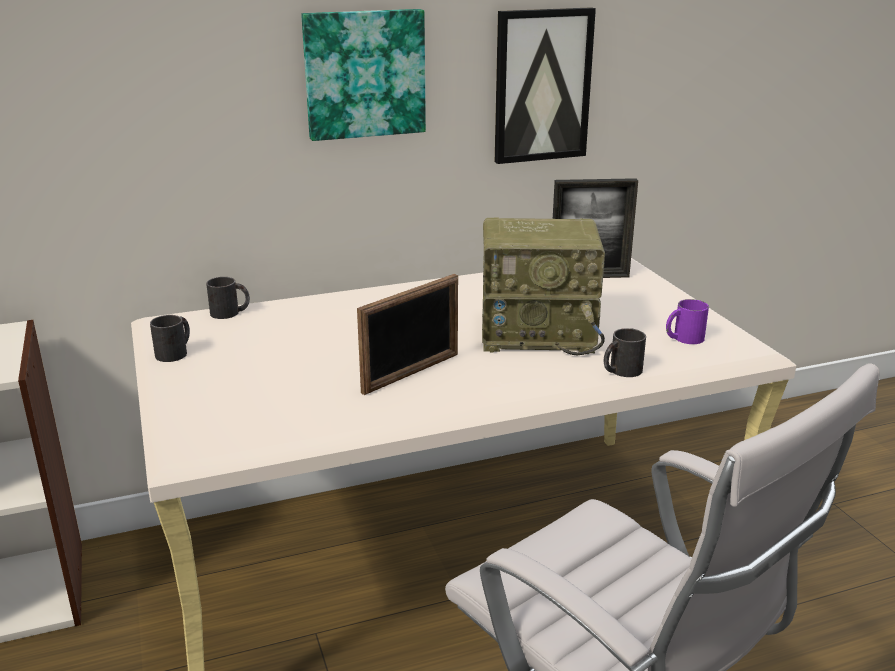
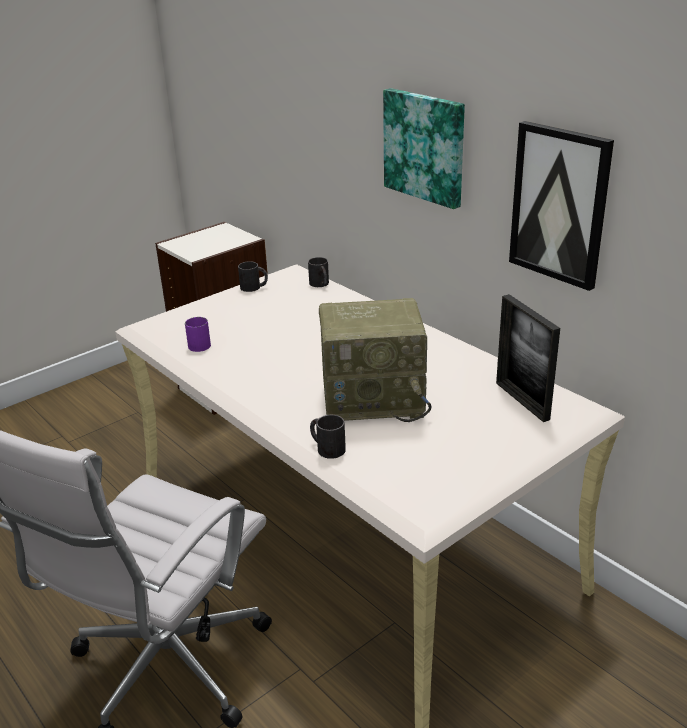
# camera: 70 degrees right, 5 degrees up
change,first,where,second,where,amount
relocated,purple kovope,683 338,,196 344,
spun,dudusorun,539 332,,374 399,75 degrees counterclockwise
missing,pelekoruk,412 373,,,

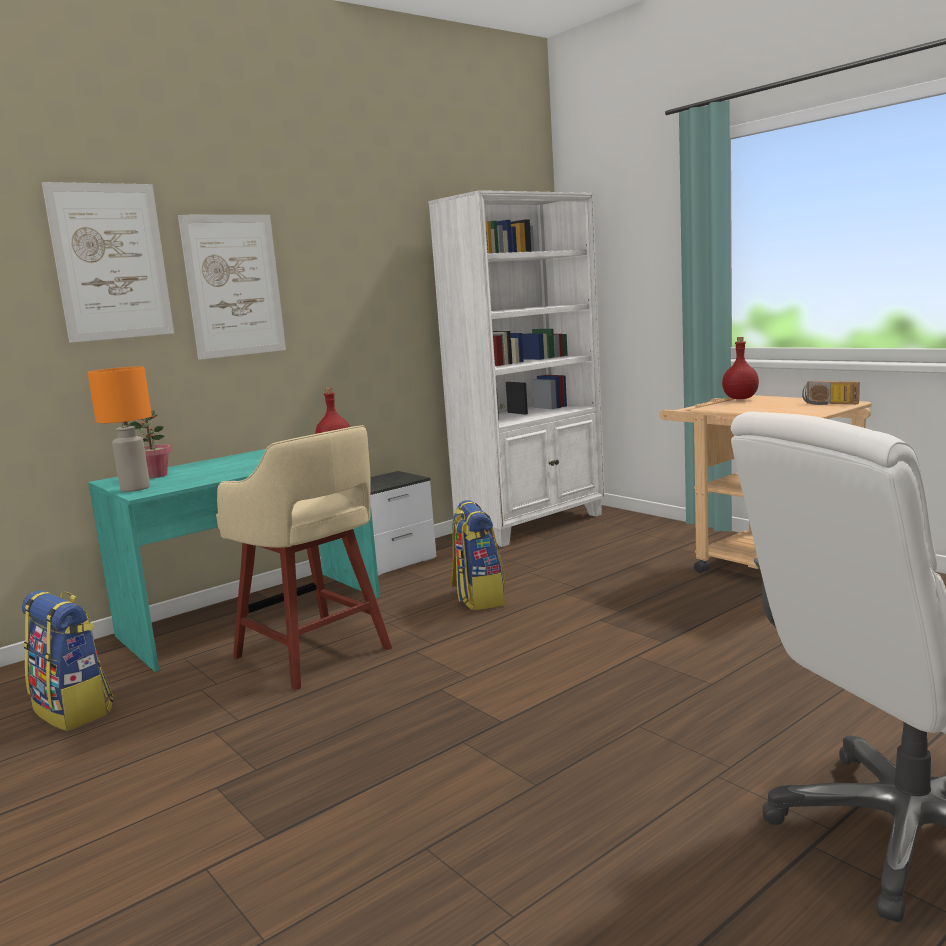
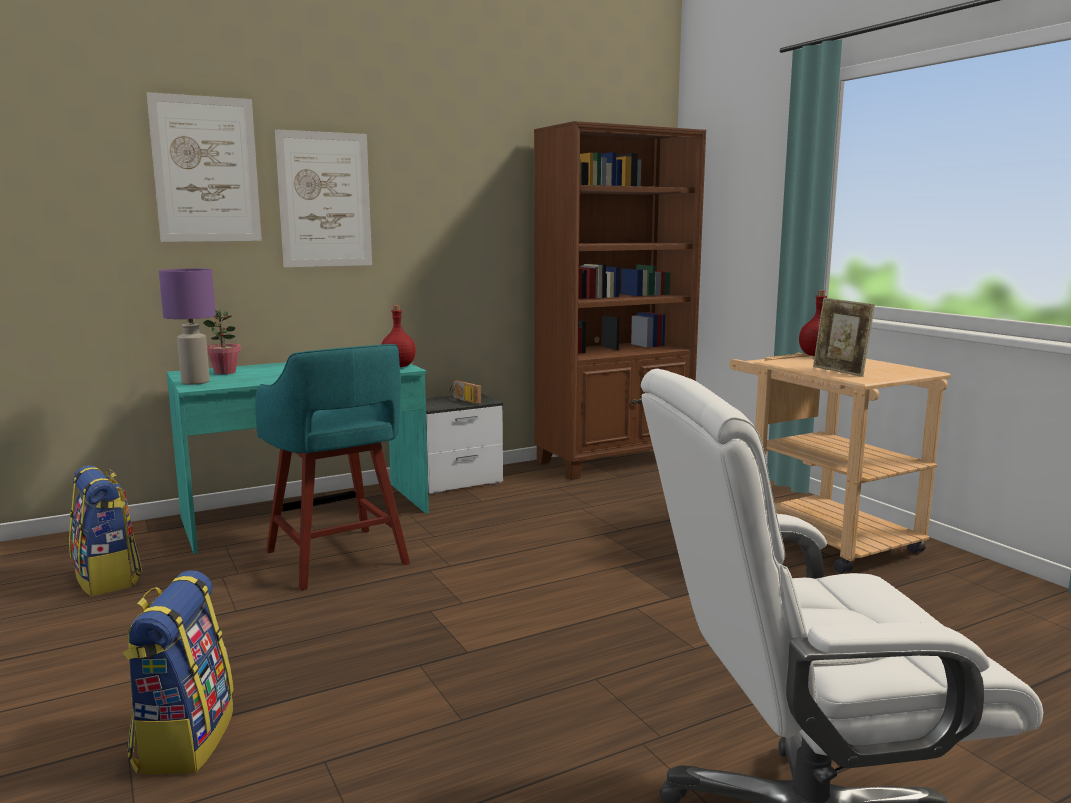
# camera: 10 degrees right, 0 degrees up
change,first,where,second,where,amount
relocated,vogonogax,478 598,,184 740,
colour,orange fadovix,134 489,purple fadovix,194 382,
colour,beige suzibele,315 654,turquoise suzibele,338 559,
relocated,dudusorun,829 404,,463 401,
colour,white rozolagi,533 524,brown rozolagi,614 461,
appeared,,,pelekoruk,839 372,

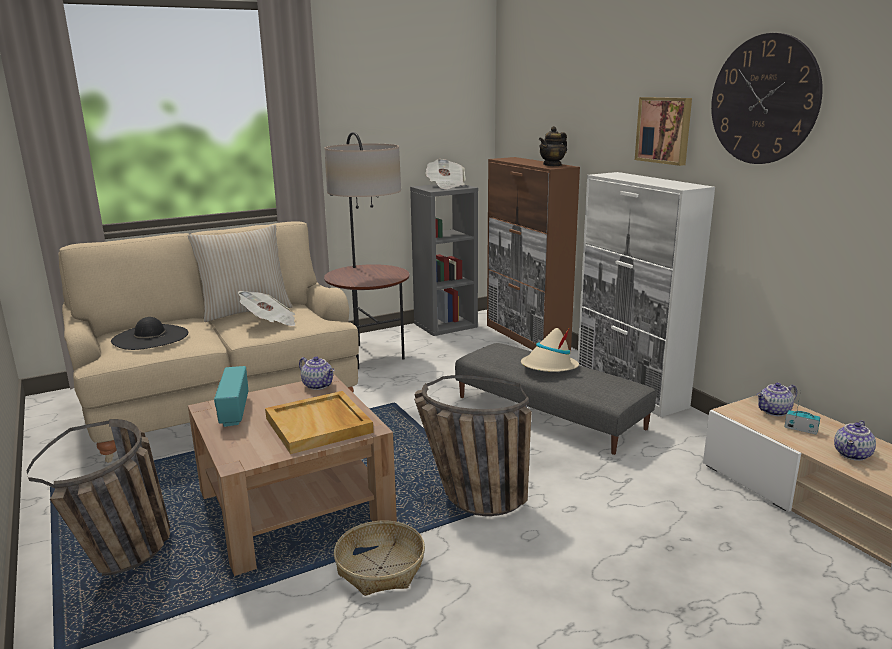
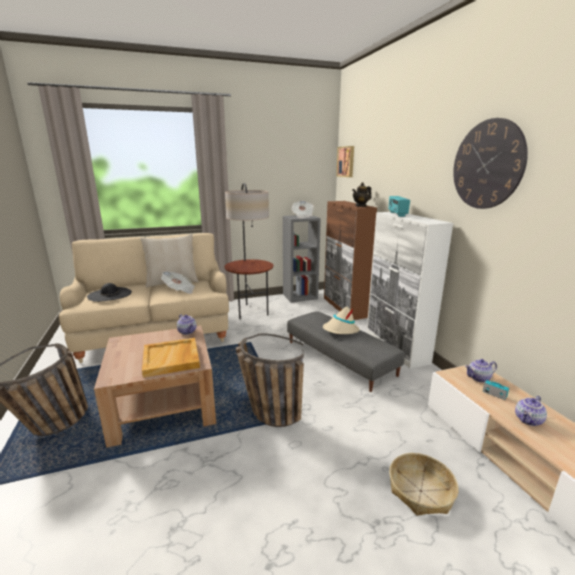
# camera: 10 degrees right, 0 degrees up
change,first,where,second,where,amount
relocated,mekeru,664 130,,346 161,
relocated,dudusorun,233 412,,397 214,
relocated,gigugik,380 568,,420 490,

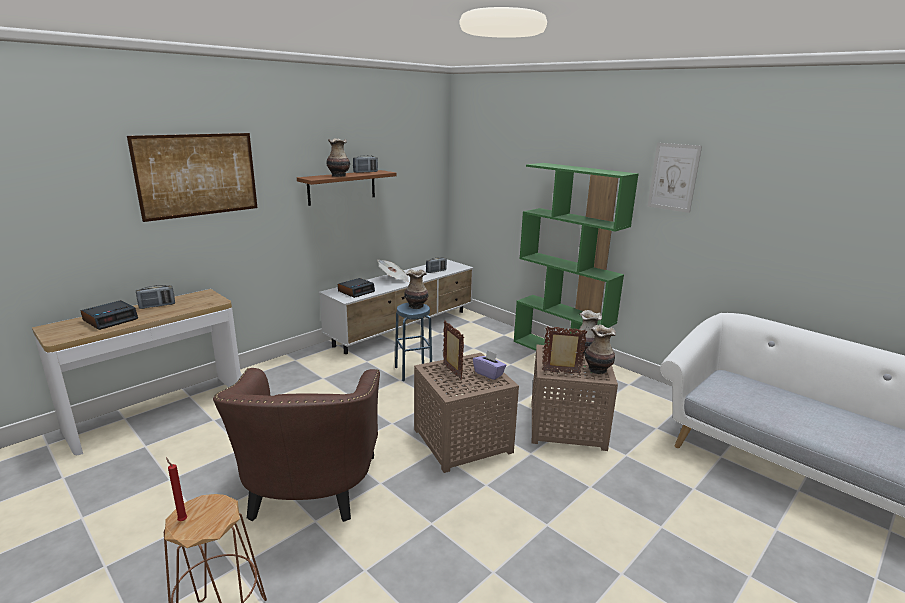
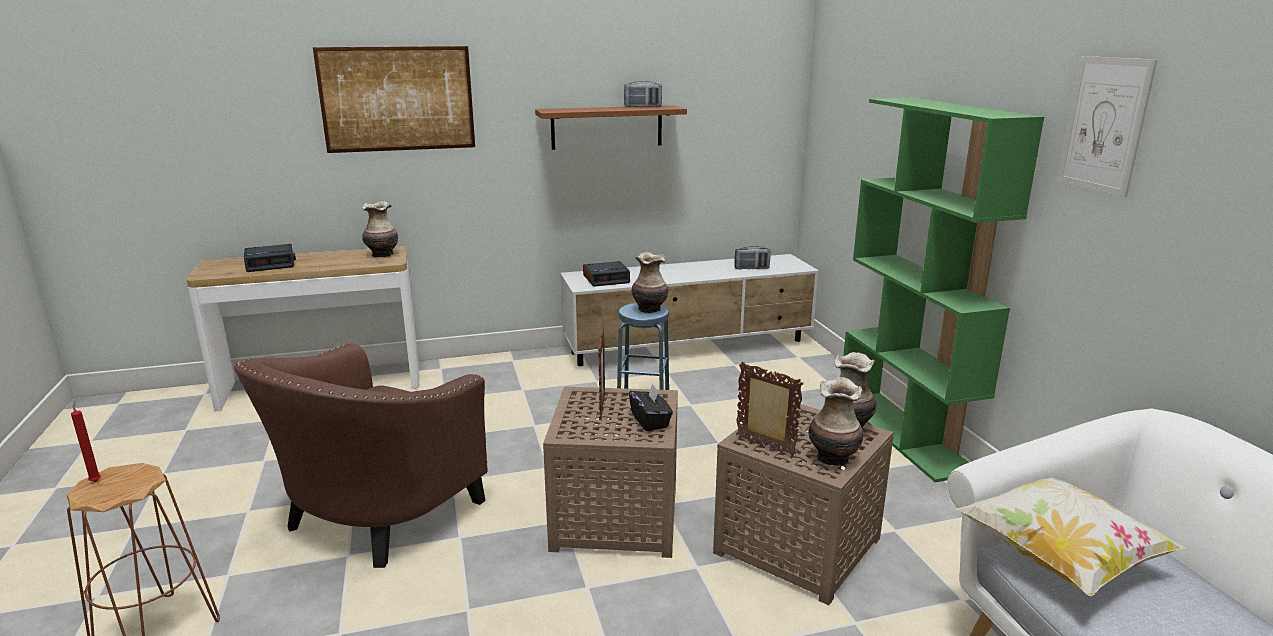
# camera: 30 degrees right, 0 degrees up
change,first,where,second,where,amount
relocated,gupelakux,339 176,,383 254,
colour,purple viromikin,489 373,black viromikin,650 421,
appeared,,,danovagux,1058 559,
missing,dudusorun,157 306,,,
missing,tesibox,394 279,,,

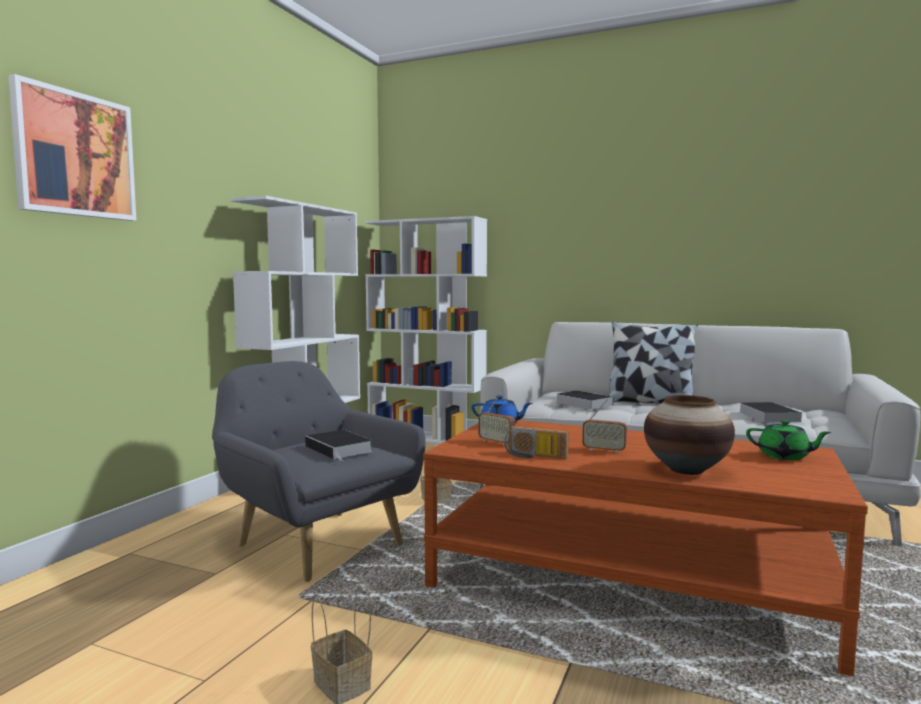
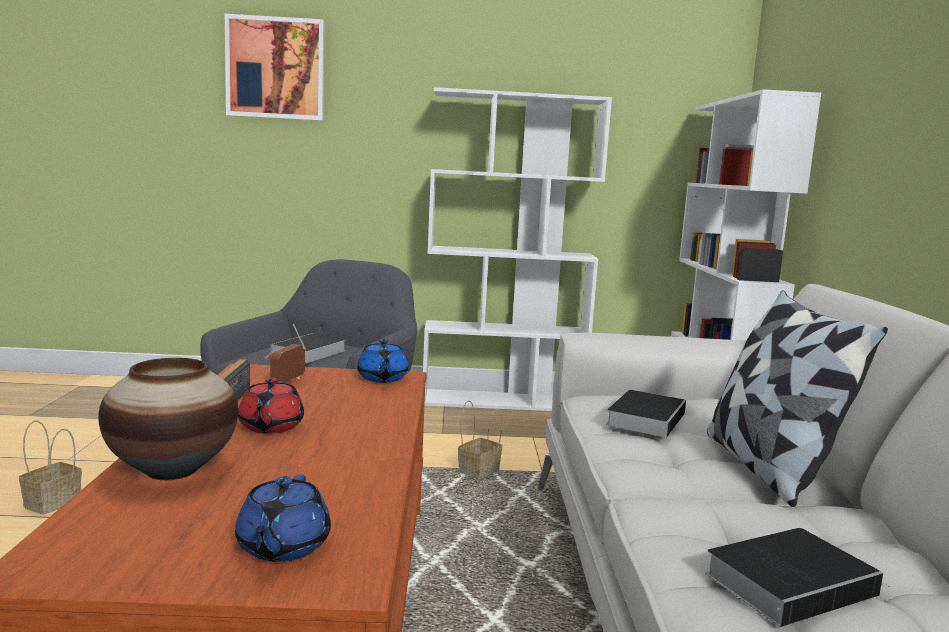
# camera: 65 degrees right, 5 degrees up
change,first,where,second,where,amount
colour,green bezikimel,785 456,blue bezikimel,282 547,
exchanged,dudusorun,604 450,red bezikimel,270 427,

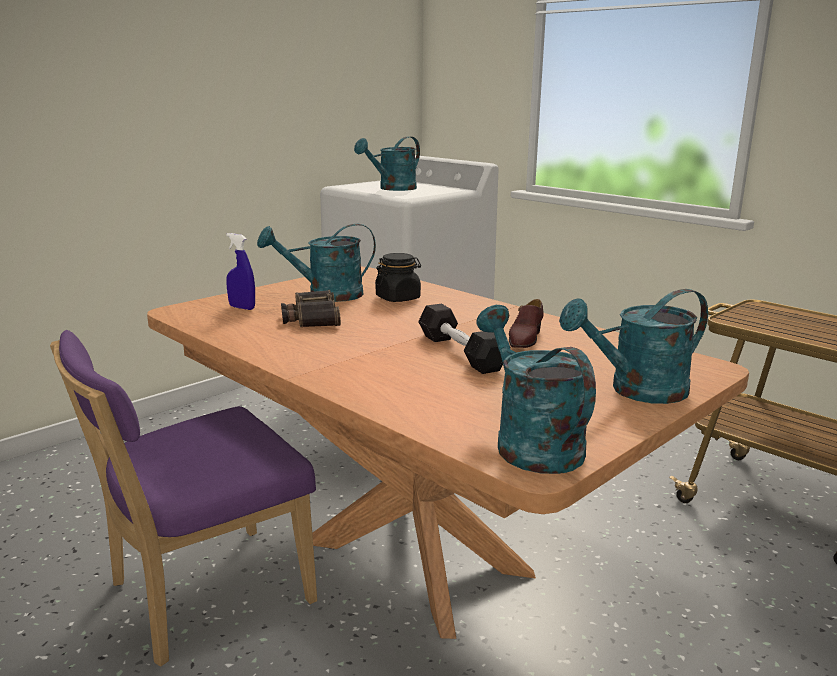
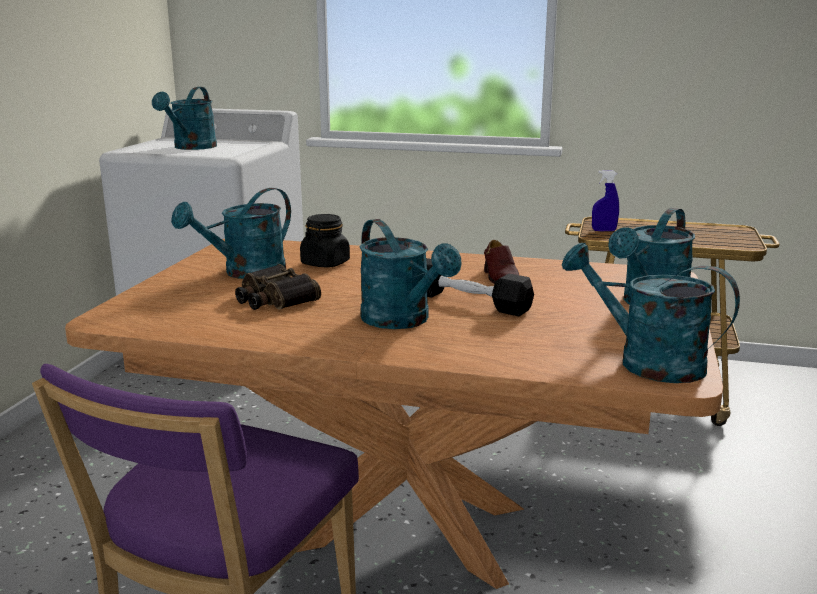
# camera: 30 degrees left, 0 degrees up
change,first,where,second,where,amount
appeared,,,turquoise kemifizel,403 321,
relocated,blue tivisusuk,242 308,,604 230,

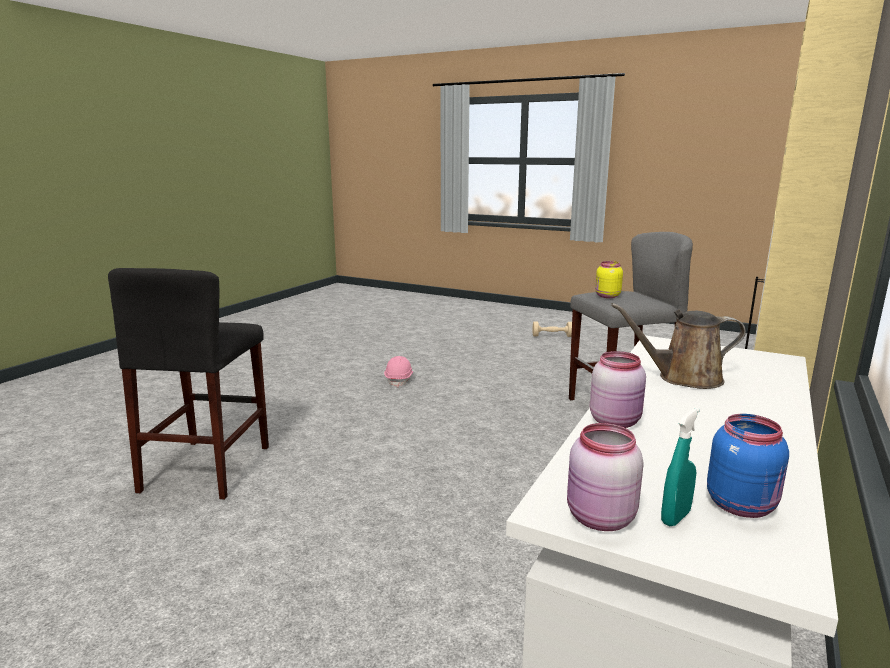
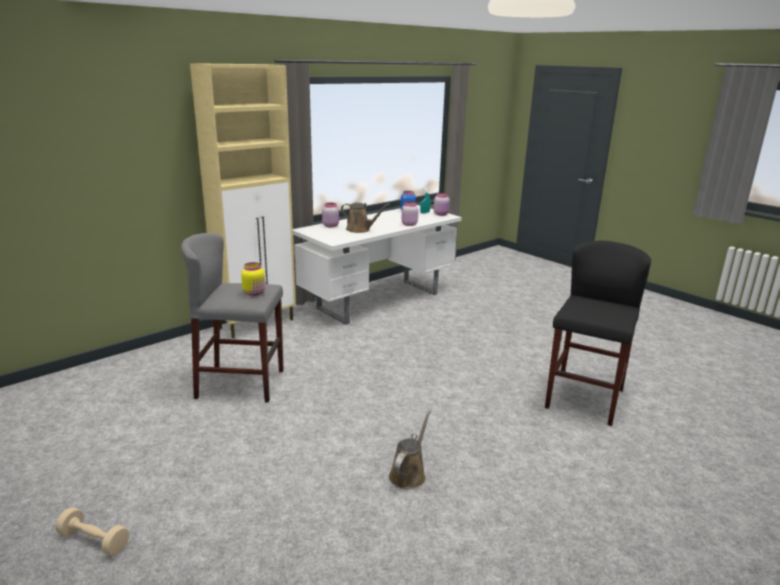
# camera: 160 degrees left, 5 degrees up
change,first,where,second,where,amount
appeared,,,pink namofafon,330 225,
exchanged,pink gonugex,399 380,brown kemifizel,409 474,

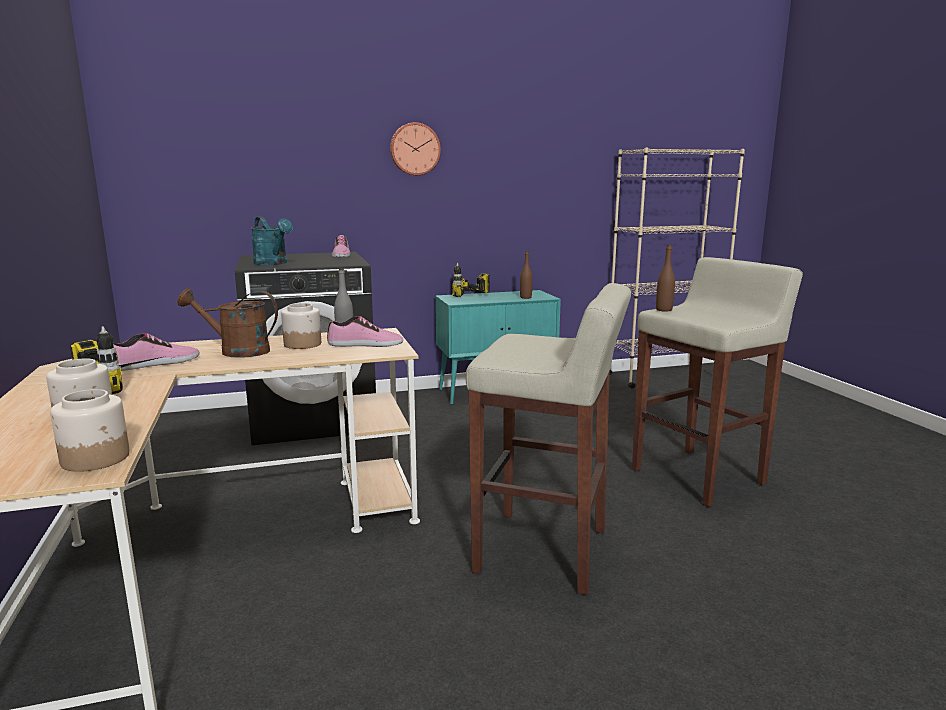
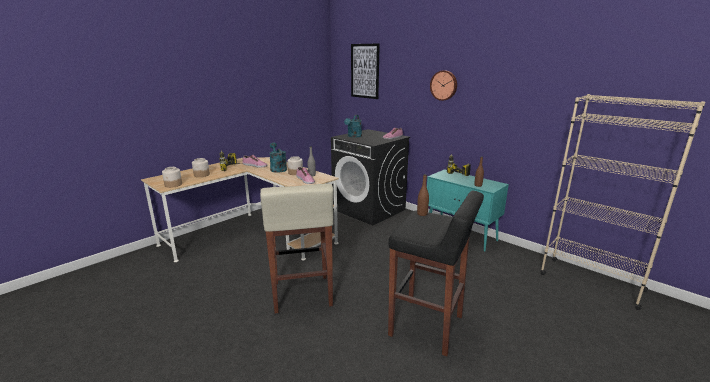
# camera: 60 degrees right, 5 degrees up
change,first,where,second,where,amount
colour,brown kemifizel,236 351,turquoise kemifizel,277 168,
appeared,,,mekeru,365 71,
colour,beige suzibele,699 476,black suzibele,427 326,

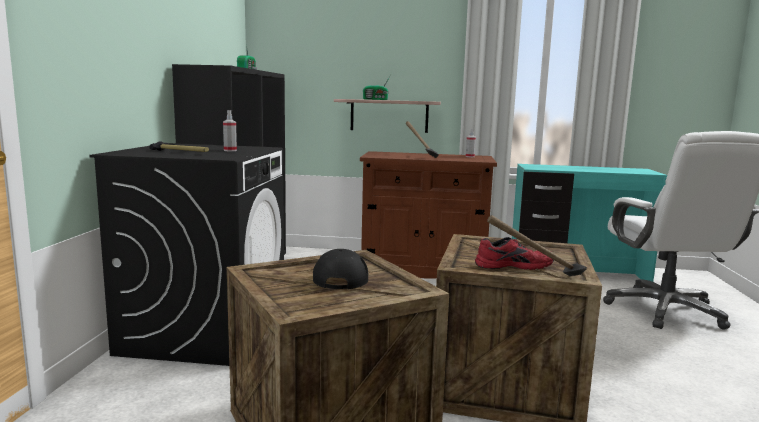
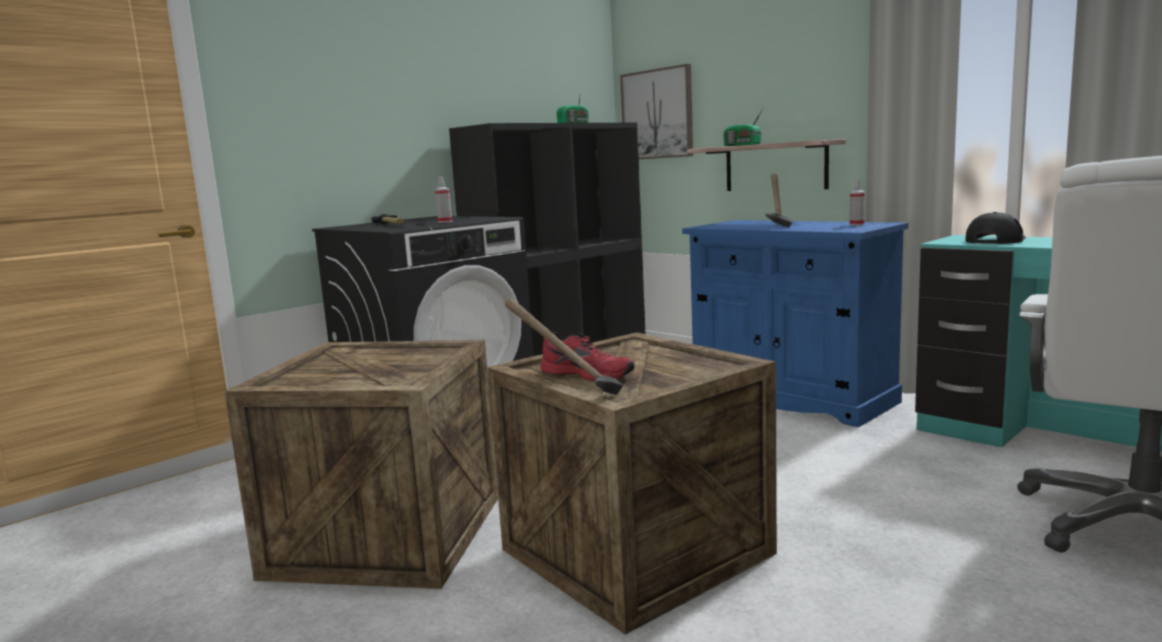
# camera: 40 degrees right, 0 degrees up
change,first,where,second,where,amount
appeared,,,mekeru,657 114,
colour,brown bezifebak,423 269,blue bezifebak,790 396,
relocated,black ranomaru,342 277,,996 240,

